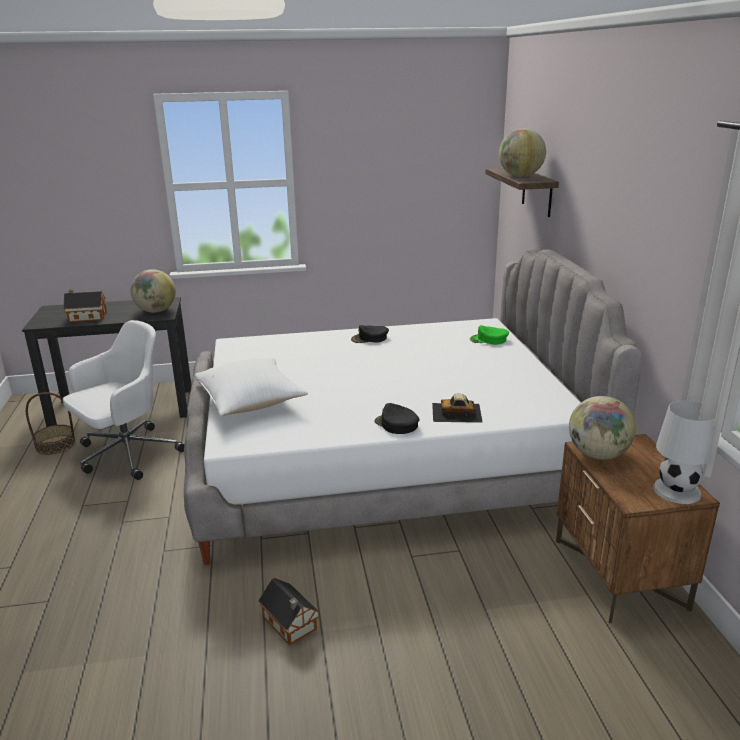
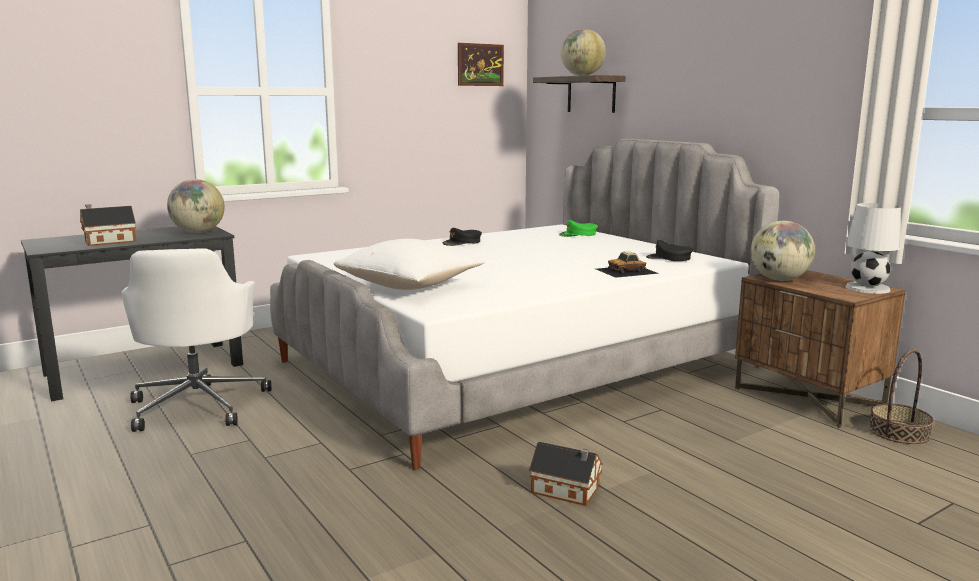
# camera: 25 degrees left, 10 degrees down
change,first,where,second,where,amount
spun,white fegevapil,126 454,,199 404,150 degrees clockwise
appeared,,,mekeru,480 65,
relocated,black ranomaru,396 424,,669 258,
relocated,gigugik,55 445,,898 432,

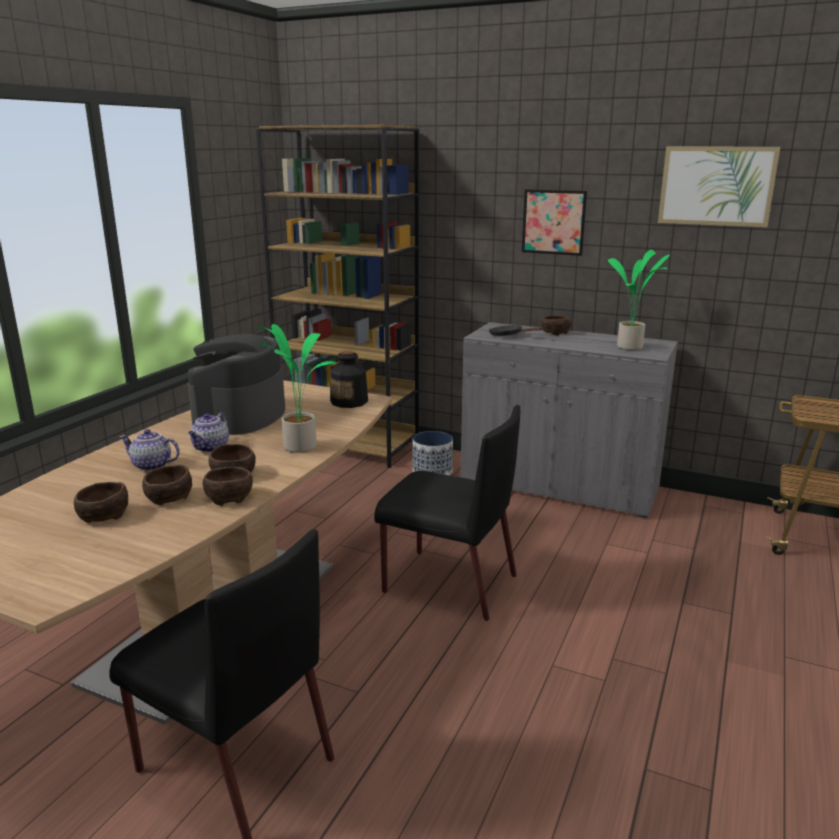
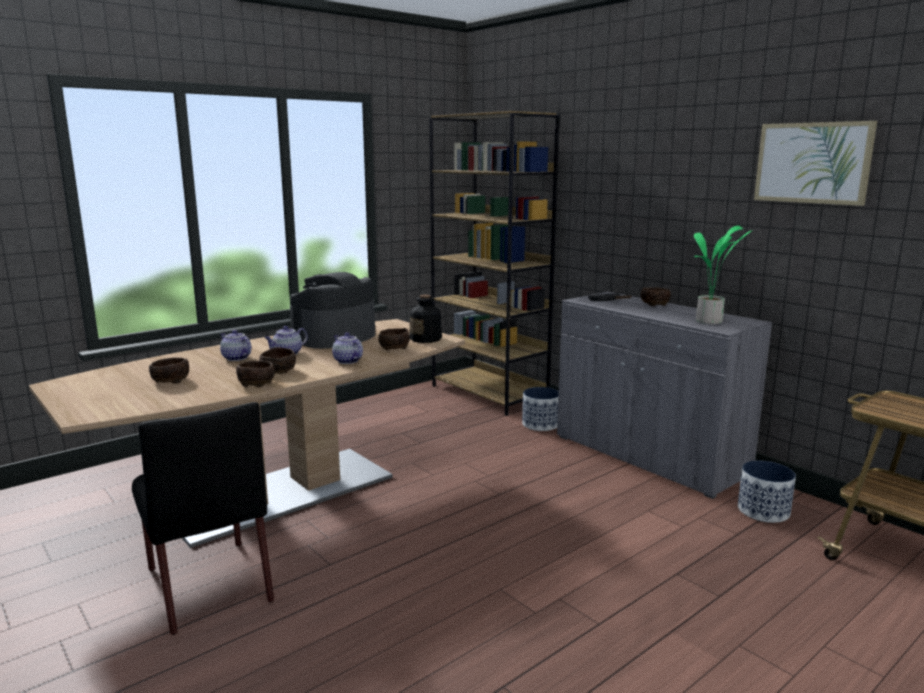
# camera: 25 degrees right, 5 degrees down
change,first,where,second,where,amount
exchanged,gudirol,299 446,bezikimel,347 361,
relocated,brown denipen,168 498,,393 348,
appeared,,,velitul,762 511,
missing,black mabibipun,447 583,,,
missing,mekeru,553 222,,,

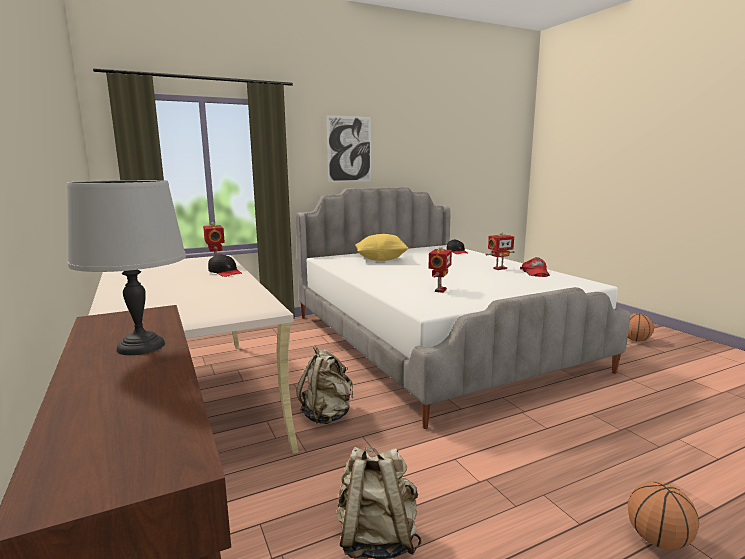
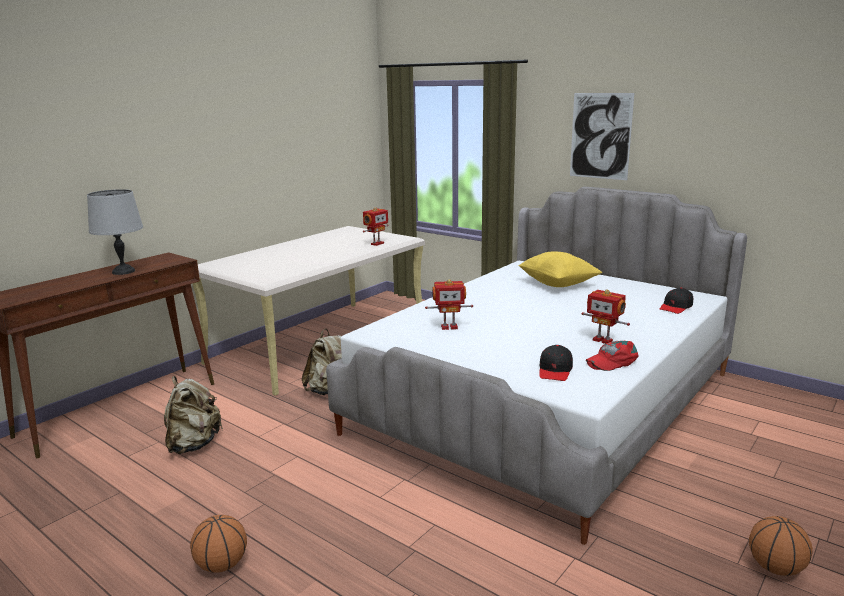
# camera: 65 degrees right, 5 degrees up
change,first,where,second,where,amount
relocated,black ranomaru,225 272,,555 370,

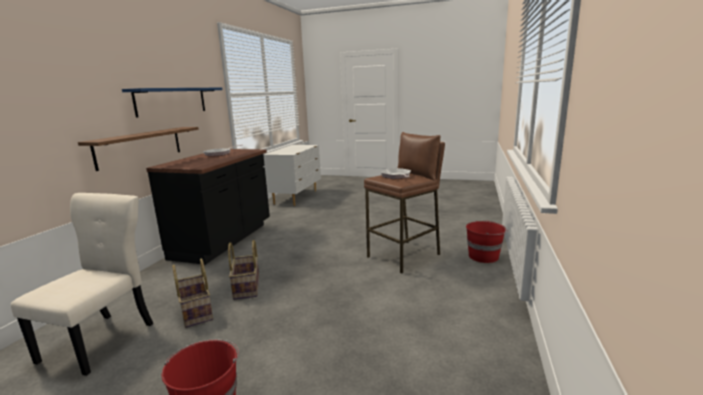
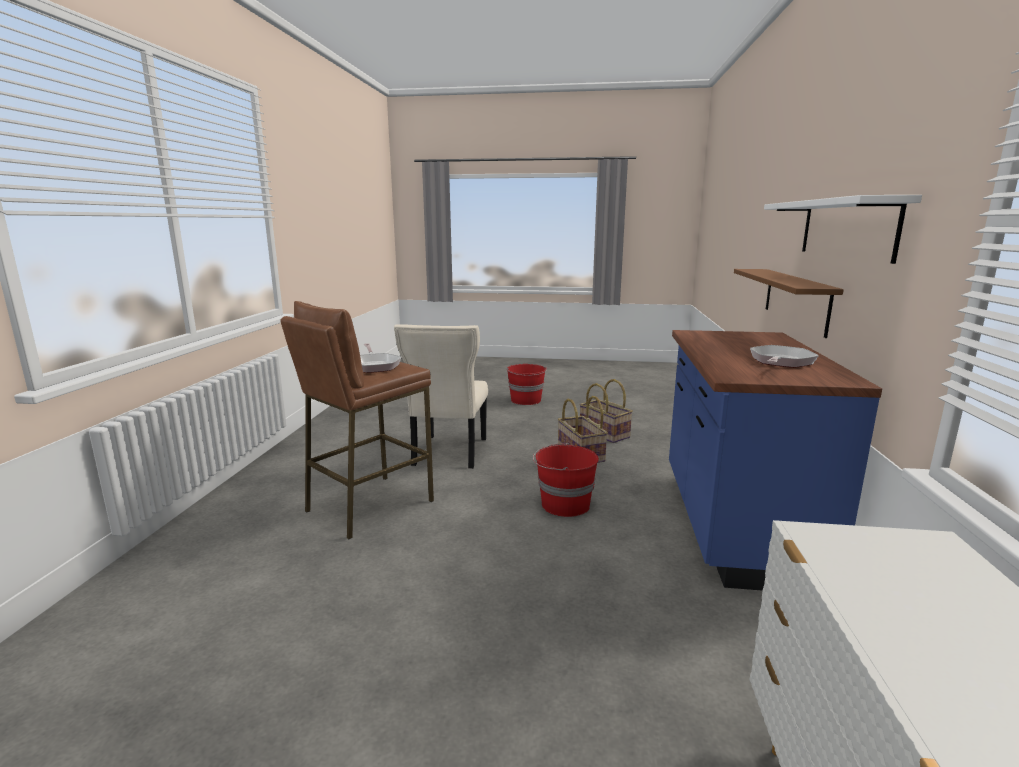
# camera: 170 degrees right, 0 degrees up
change,first,where,second,where,amount
relocated,beige mabibipun,102 340,,448 453,
relocated,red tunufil,484 256,,564 505,
colour,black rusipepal,224 241,blue rusipepal,733 525,
colour,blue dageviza,172 101,white dageviza,846 228,

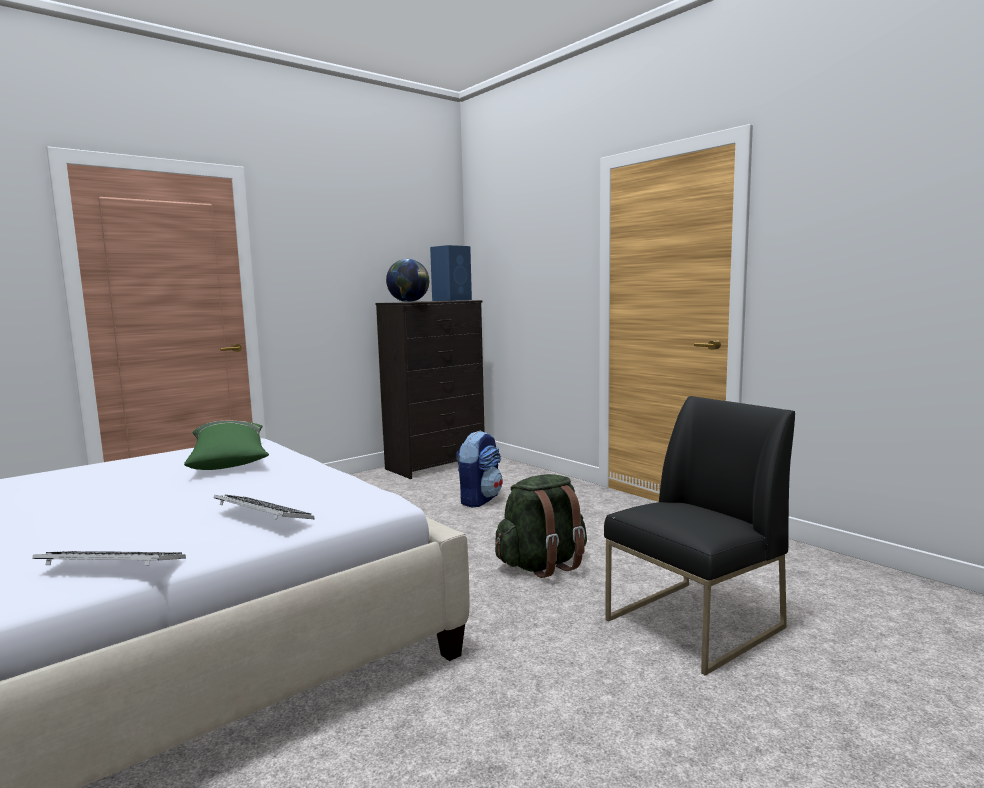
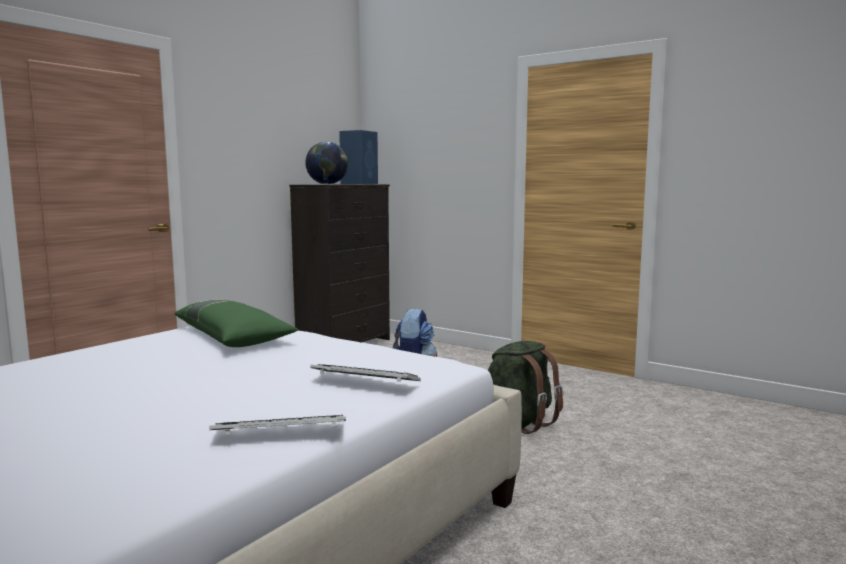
# camera: 15 degrees left, 0 degrees up
change,first,where,second,where,amount
missing,black mabibipun,694 625,,,

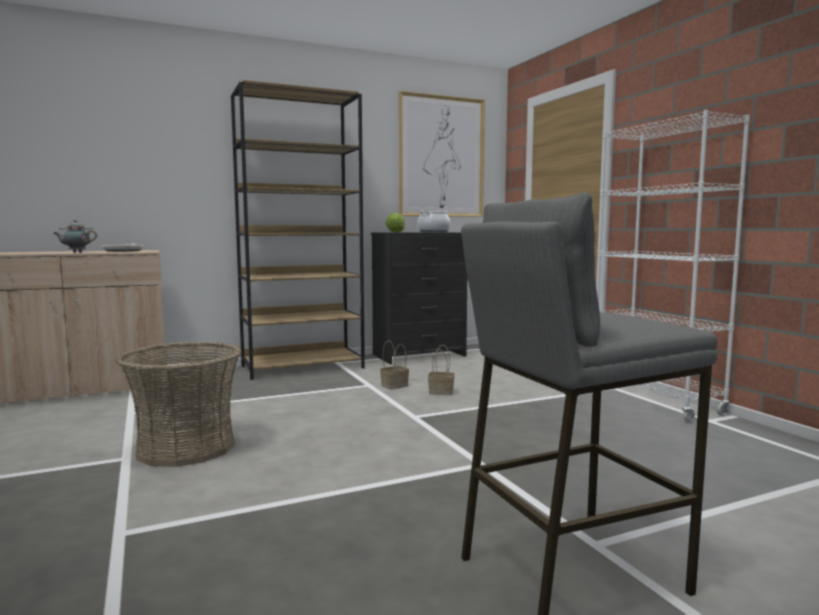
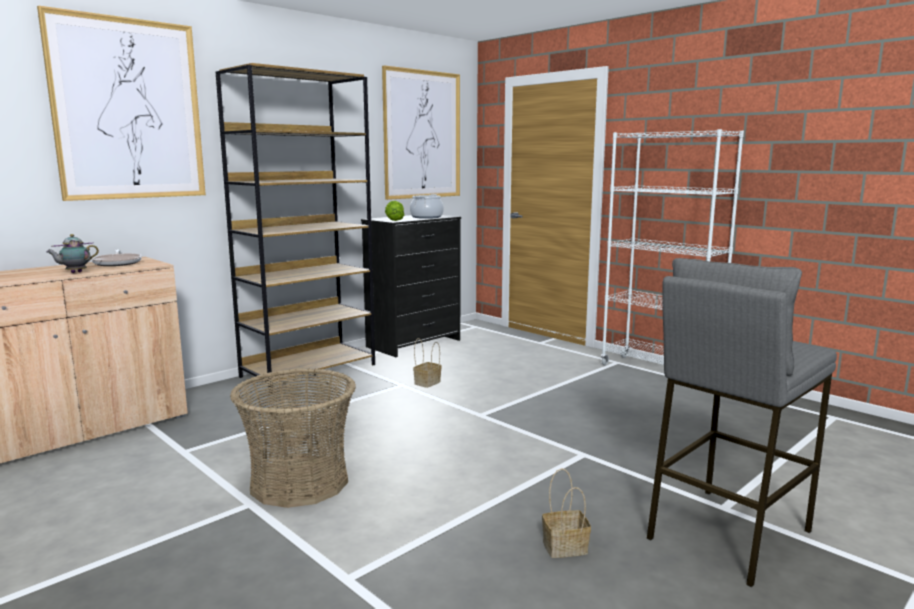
# camera: 20 degrees left, 5 degrees up
change,first,where,second,where,amount
appeared,,,mekeru,128 110,
relocated,gigugik,440 392,,564 548,

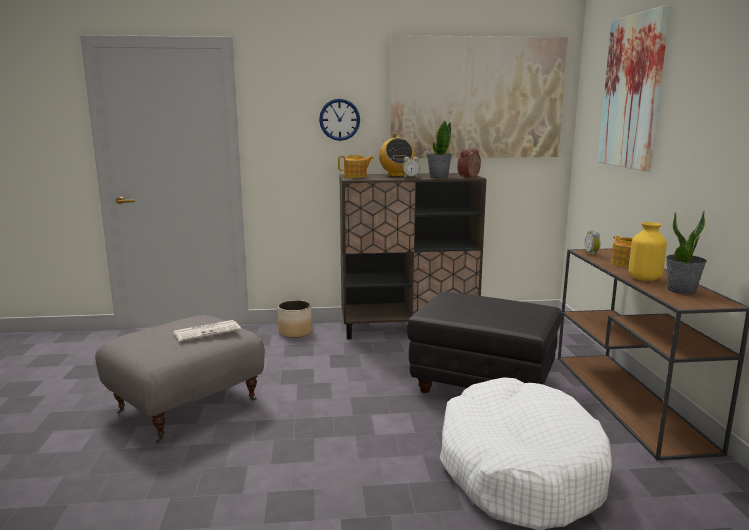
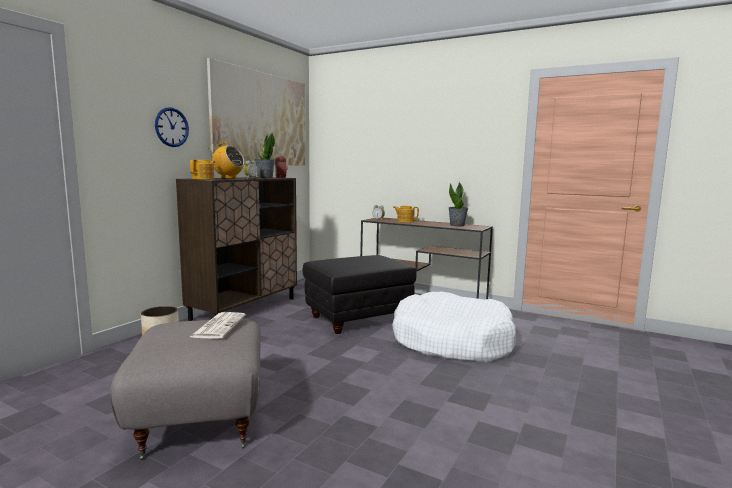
# camera: 55 degrees left, 5 degrees down
change,first,where,second,where,amount
missing,mekeru,632 92,,,
missing,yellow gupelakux,645 278,,,

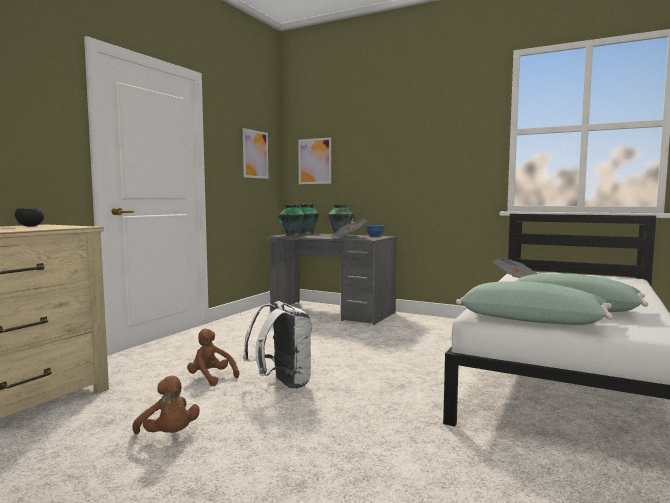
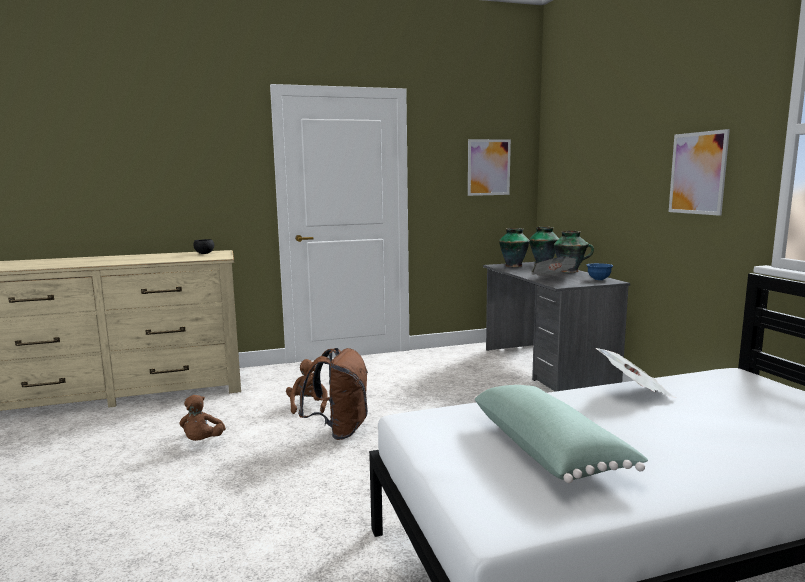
# camera: 45 degrees right, 5 degrees up
change,first,where,second,where,amount
colour,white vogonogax,282 384,brown vogonogax,339 431,
relocated,mekeru,315 161,,697 173,
missing,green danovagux,531 320,,,

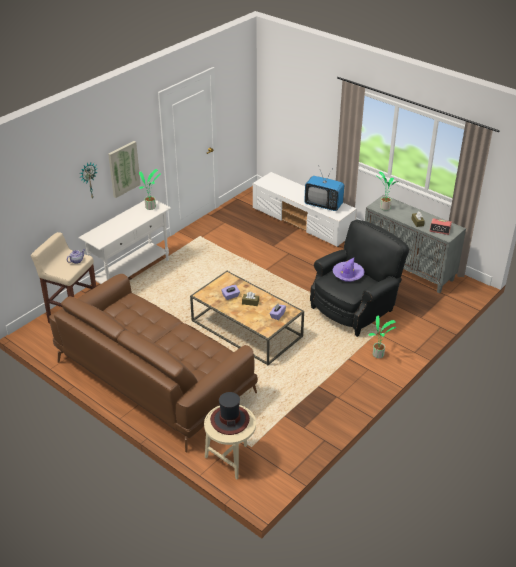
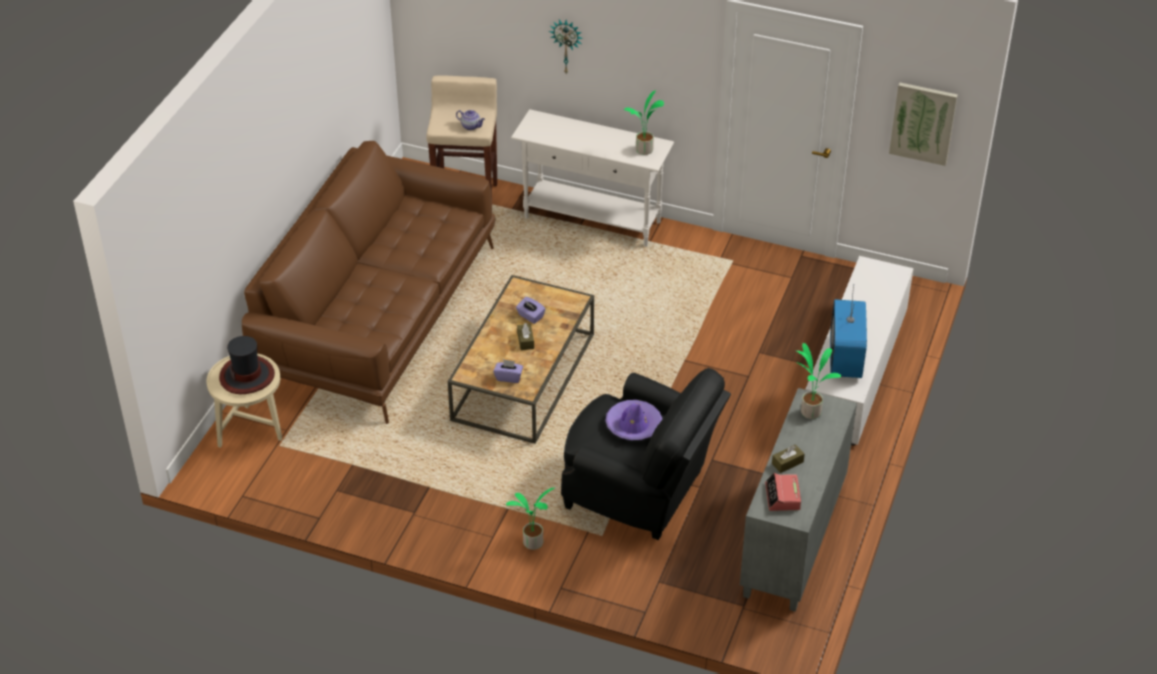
# camera: 70 degrees right, 5 degrees up
change,first,where,second,where,amount
relocated,mekeru,123 169,,923 123,

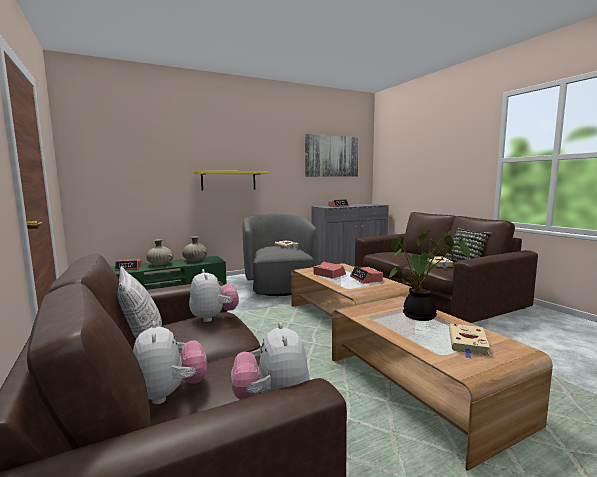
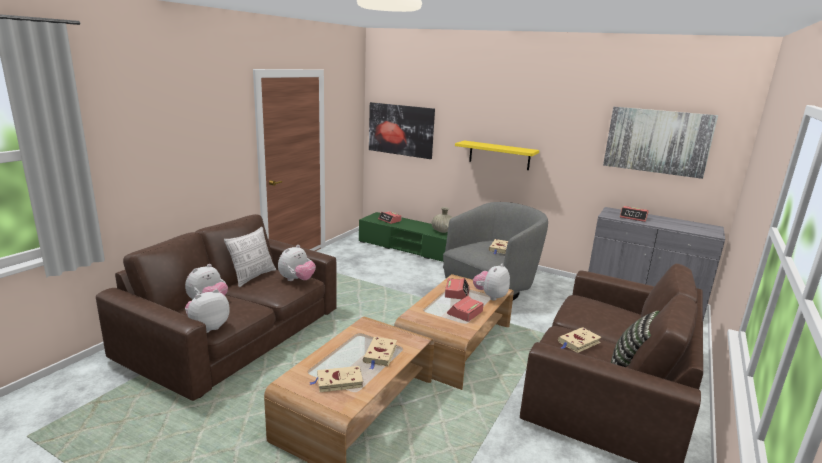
# camera: 55 degrees right, 10 degrees up
change,first,where,second,where,amount
exchanged,gudirol,420 317,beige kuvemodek,380 354,
appeared,,,mekeru,401 130,
appeared,,,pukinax,490 296,
missing,beige gupelakux,160 264,,,

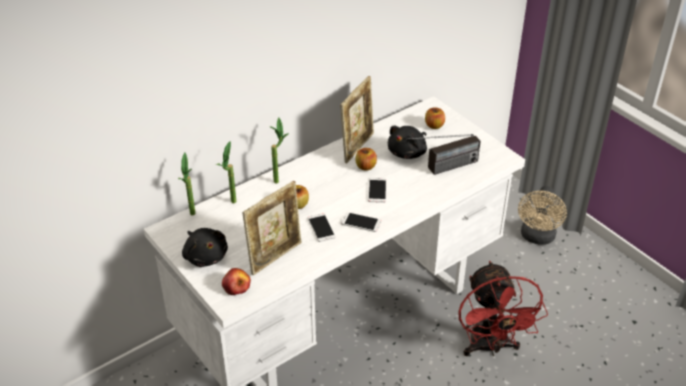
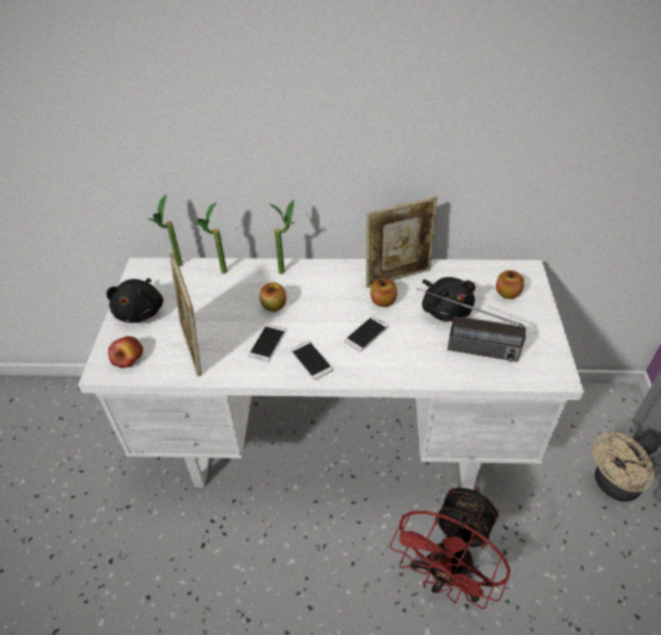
# camera: 40 degrees right, 5 degrees up
change,first,where,second,where,amount
spun,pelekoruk,275 256,,194 348,75 degrees clockwise
spun,black pukinax,408 152,,445 309,105 degrees counterclockwise

